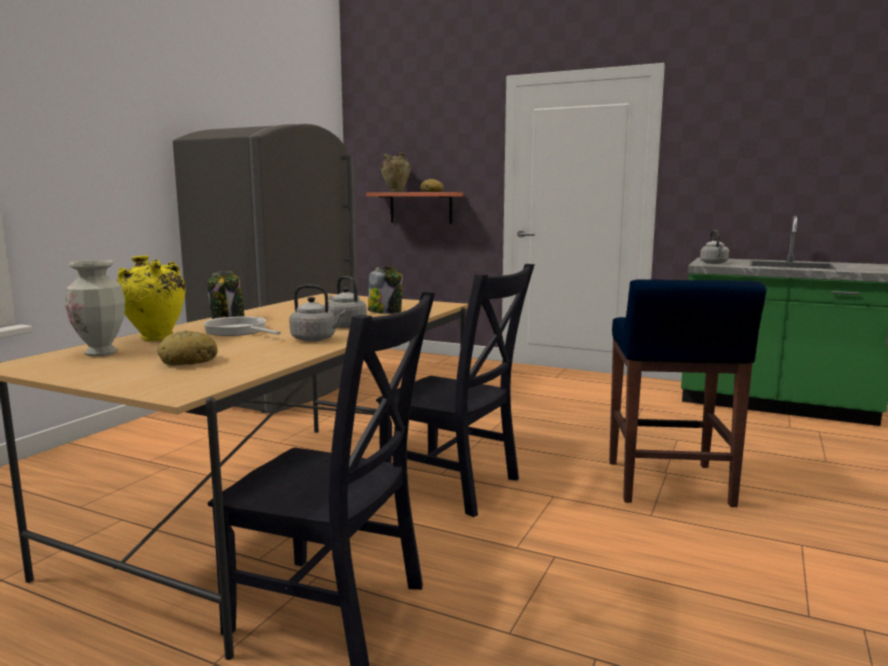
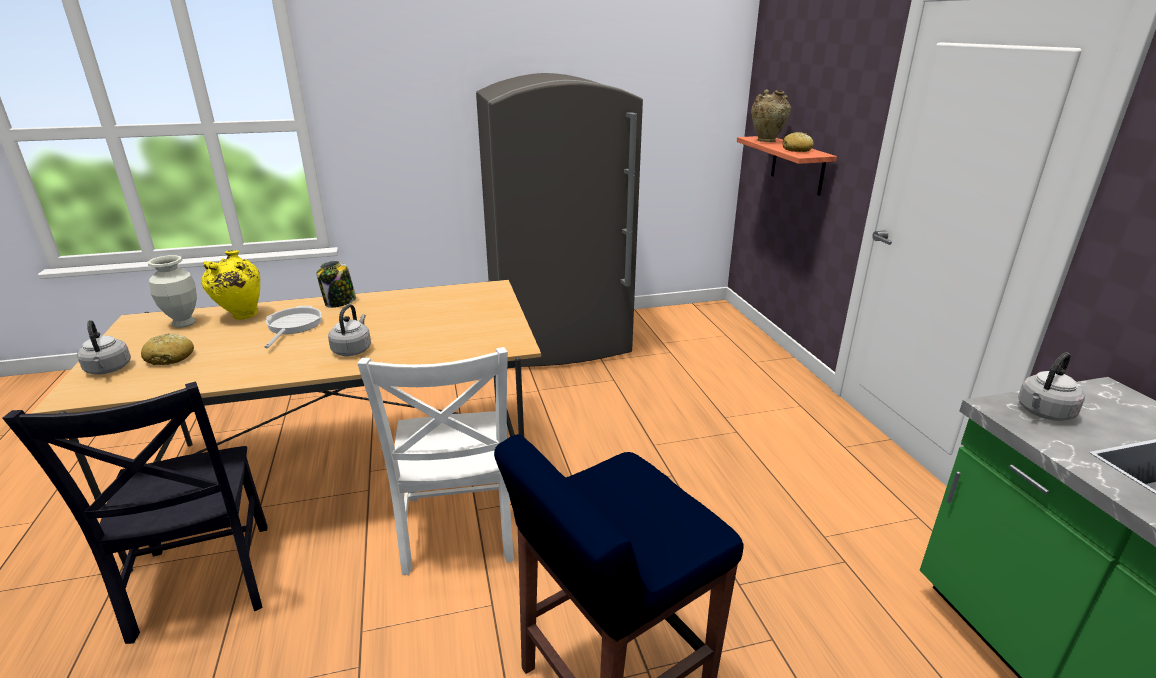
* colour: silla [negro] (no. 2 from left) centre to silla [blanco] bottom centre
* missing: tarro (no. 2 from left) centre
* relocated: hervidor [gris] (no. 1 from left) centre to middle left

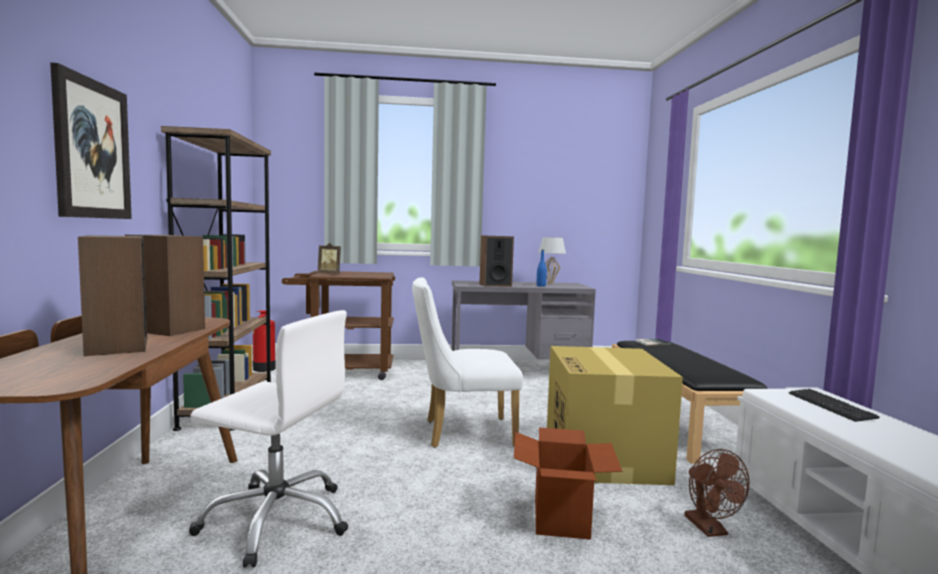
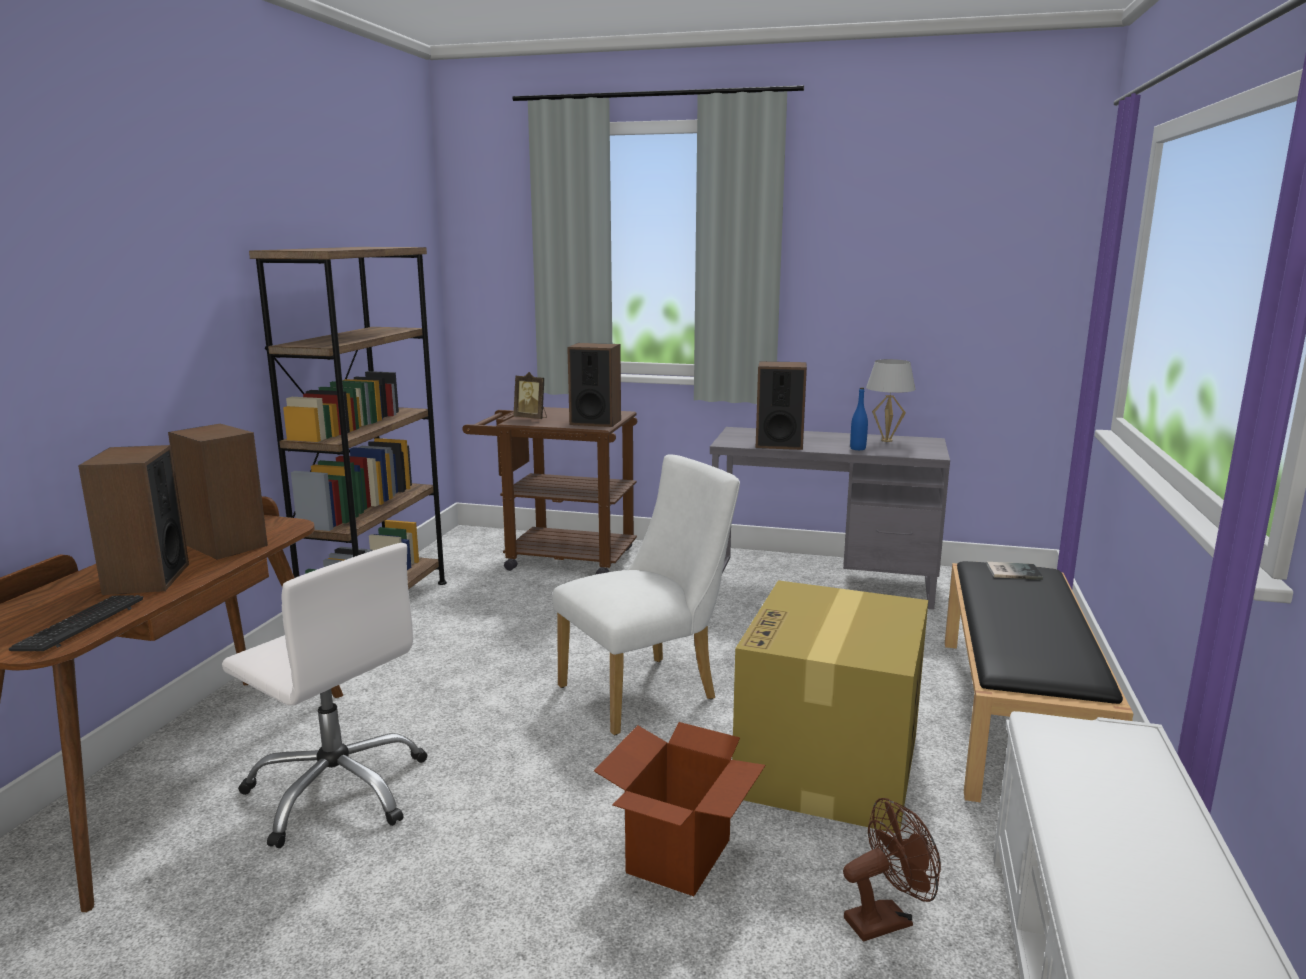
* missing: cuadro top left
* spun: silla [blanco] centre = centre 135 degrees clockwise
* missing: extintor middle left
* relocated: teclado bottom right to middle left
* spun: ventilador [marrón] bottom right = bottom right 120 degrees counterclockwise
* appeared: altavoz (no. 3 from left) centre

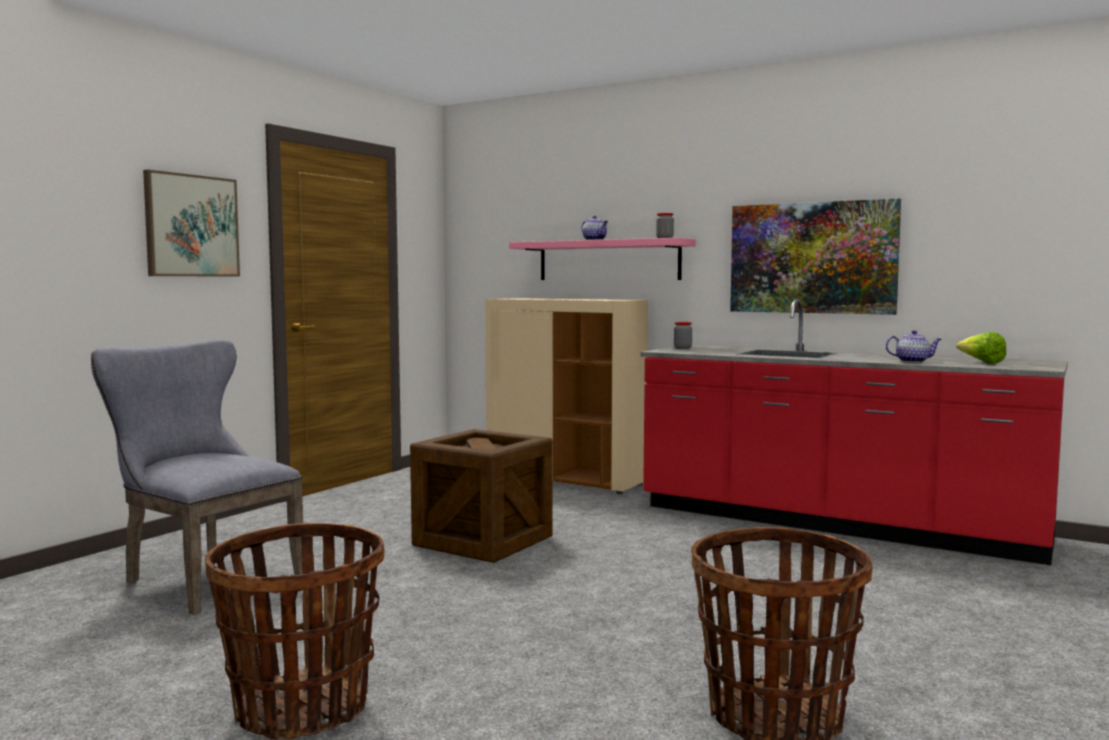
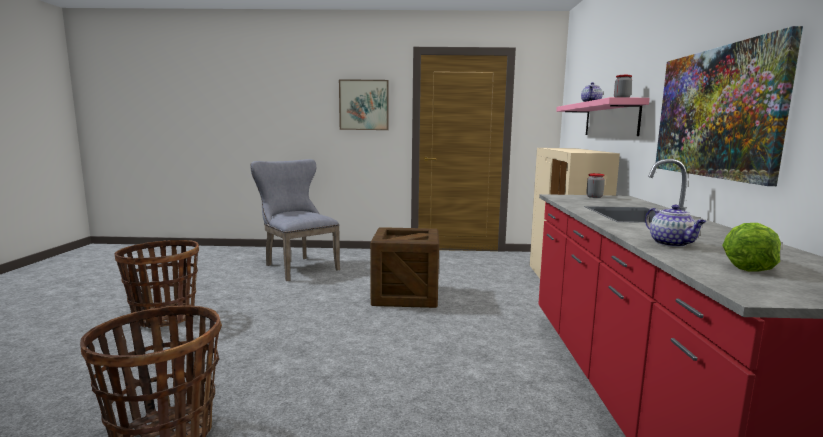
* spun: silla [gris] middle left = centre 45 degrees counterclockwise

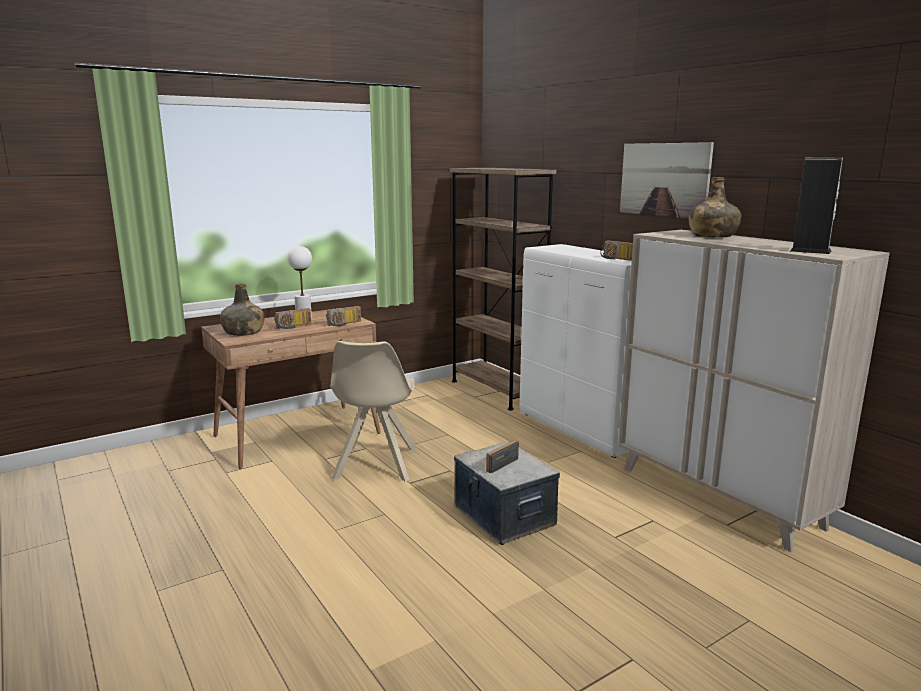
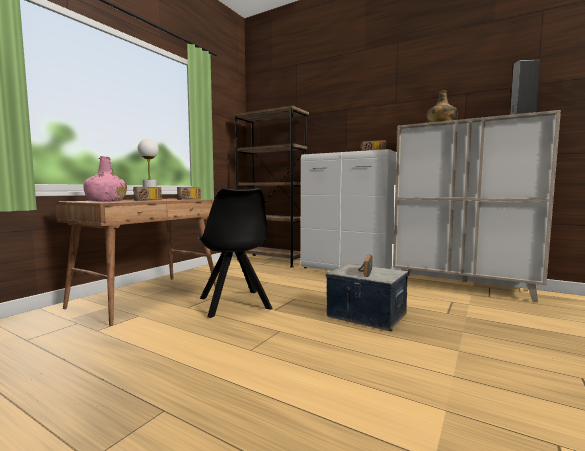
* missing: cuadro top right
* colour: botella [verde] (no. 1 from left) middle left to botella [rosa] middle left
* colour: silla [beis] centre to silla [negro] centre

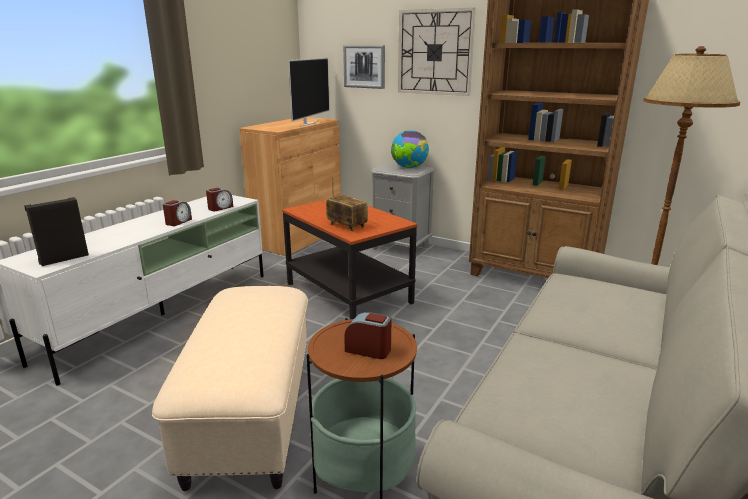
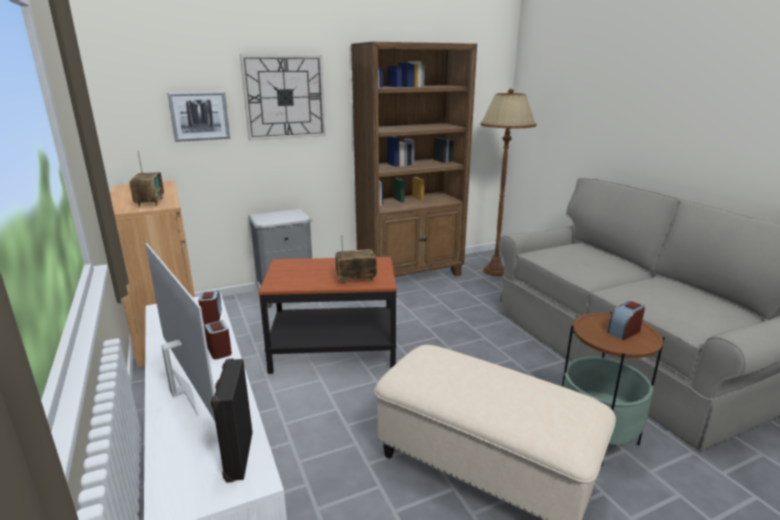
* relocated: televisor top centre to middle left
* missing: globo terráqueo top centre
* appeared: radio (no. 1 from left) middle left

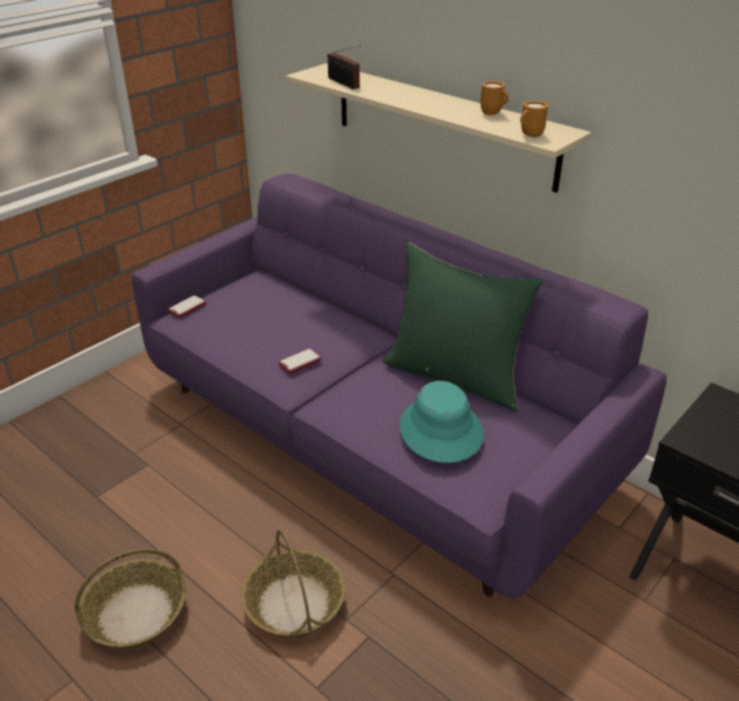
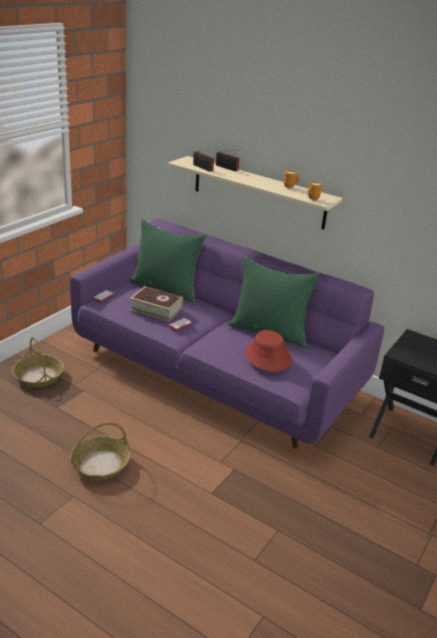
* colour: sombrero [turquesa] centre to sombrero [rojo] centre
* relocated: cesta (no. 2 from left in the first image) bottom centre to cesta (no. 1 from left) middle left
* appeared: radio (no. 2 from left) top centre
* appeared: cojín [verde] (no. 1 from left) centre
* appeared: libro centre

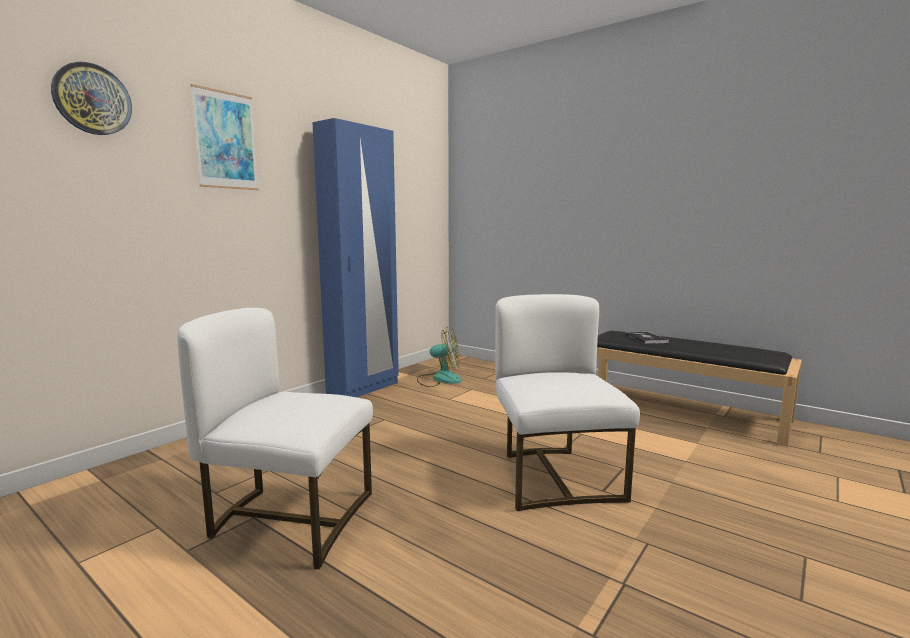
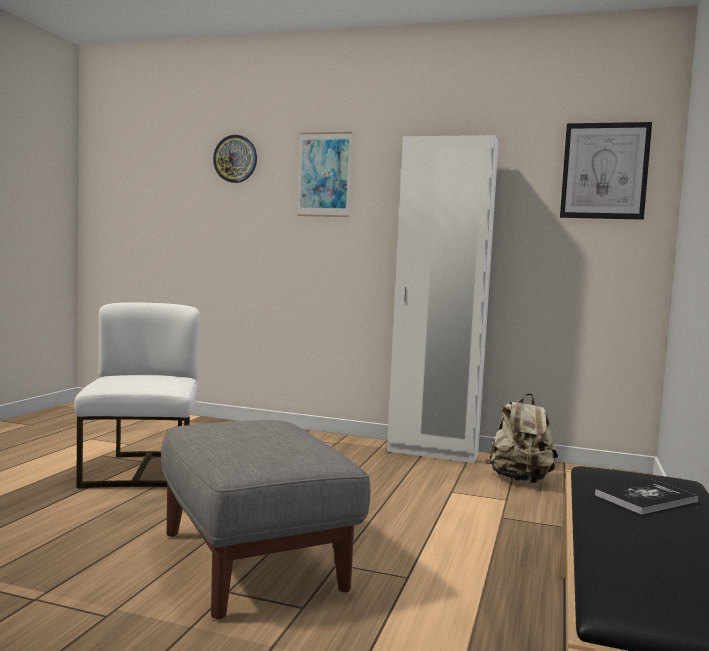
* colour: armario ropero [azul] centre to armario ropero [blanco] centre
* exchanged: silla [blanco] (no. 2 from left) centre to puf [gris] bottom centre
* exchanged: ventilador centre to mochila [beis] bottom right
* appeared: cuadro (no. 2 from left) top right

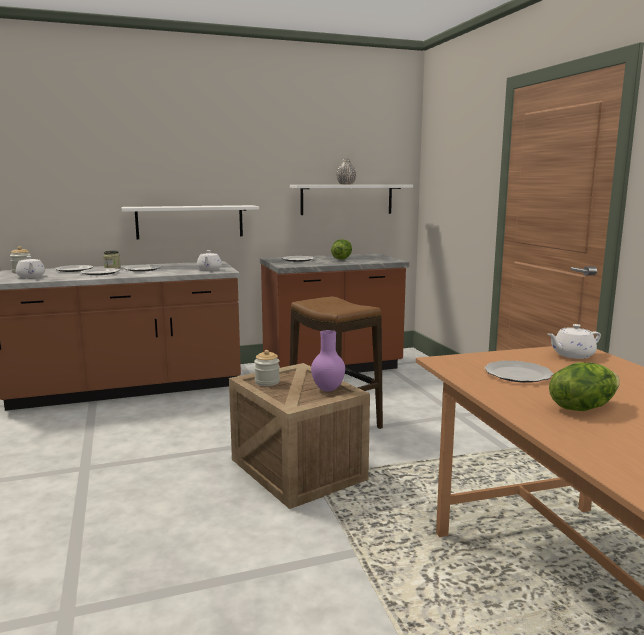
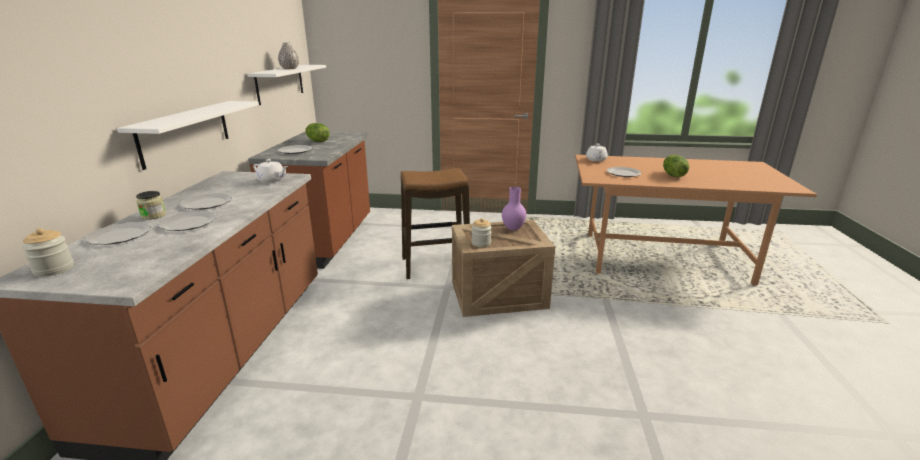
* missing: tetera [blanco] (no. 1 from left) middle left

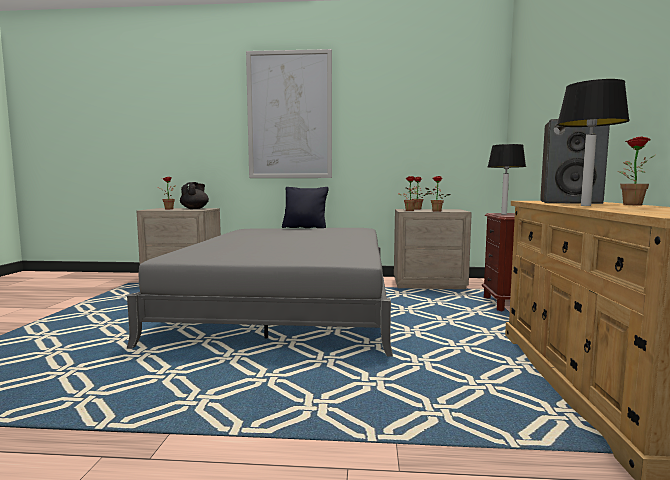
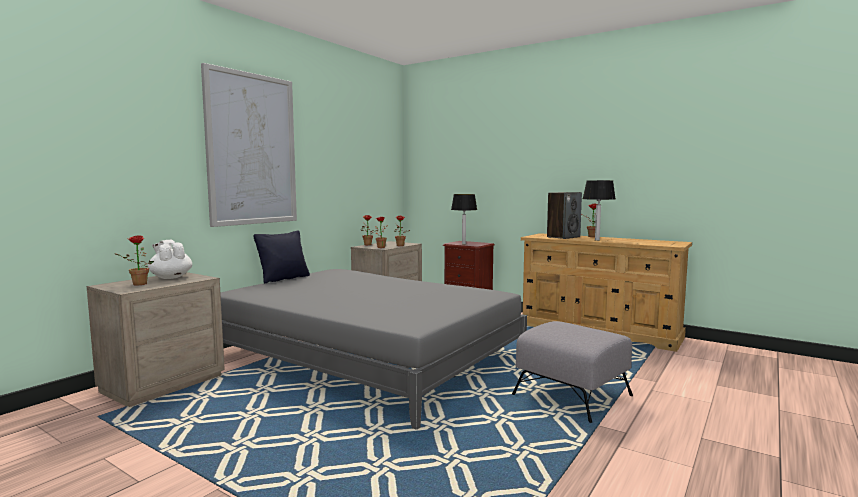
* colour: tetera [negro] middle left to tetera [blanco] middle left
* appeared: puf [gris] bottom right

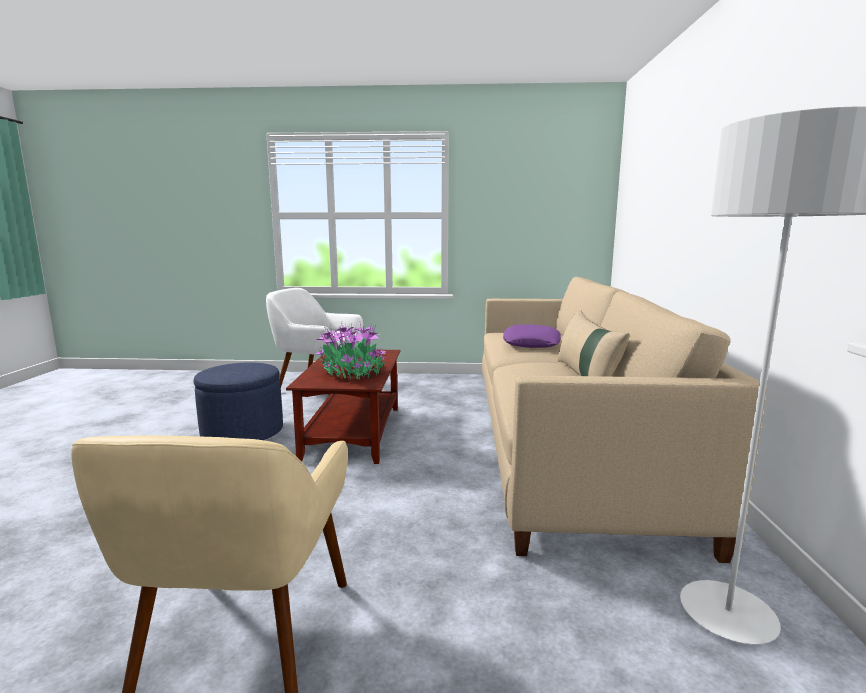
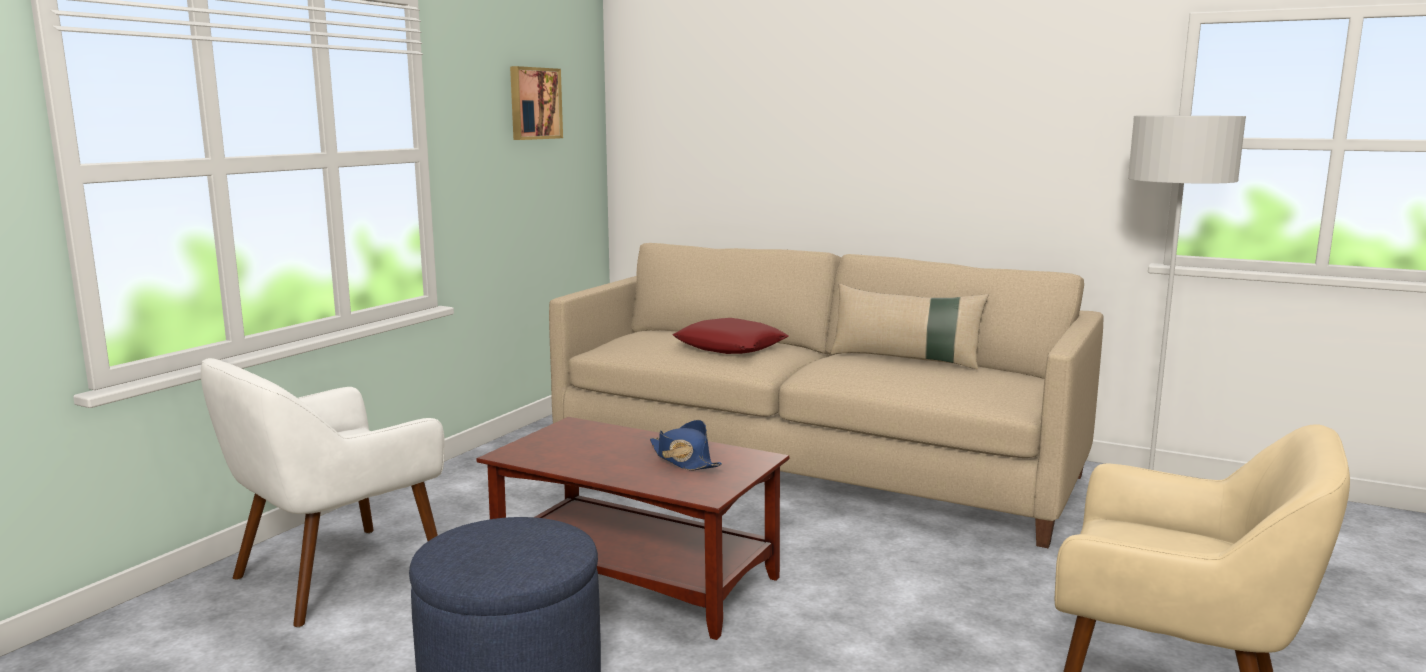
* exchanged: planta en maceta centre to sombrero [azul] centre
* colour: cojín [morado] centre to cojín [rojo] centre
* appeared: cuadro top centre

